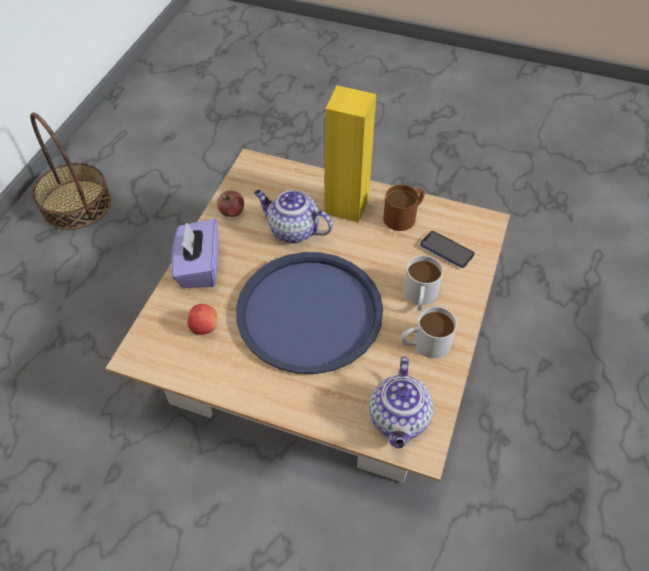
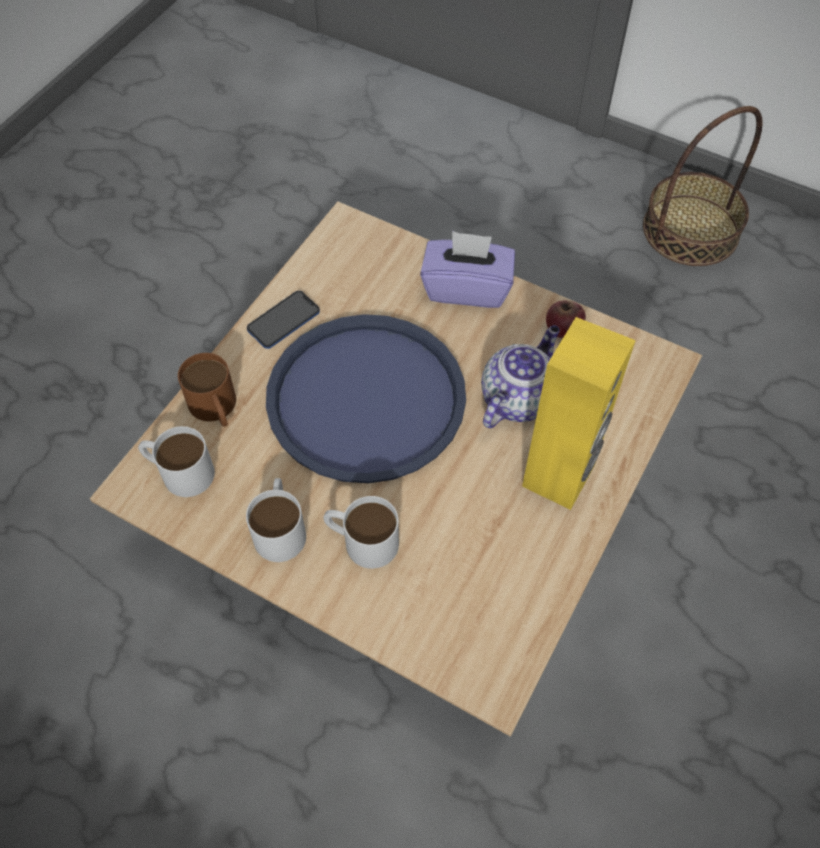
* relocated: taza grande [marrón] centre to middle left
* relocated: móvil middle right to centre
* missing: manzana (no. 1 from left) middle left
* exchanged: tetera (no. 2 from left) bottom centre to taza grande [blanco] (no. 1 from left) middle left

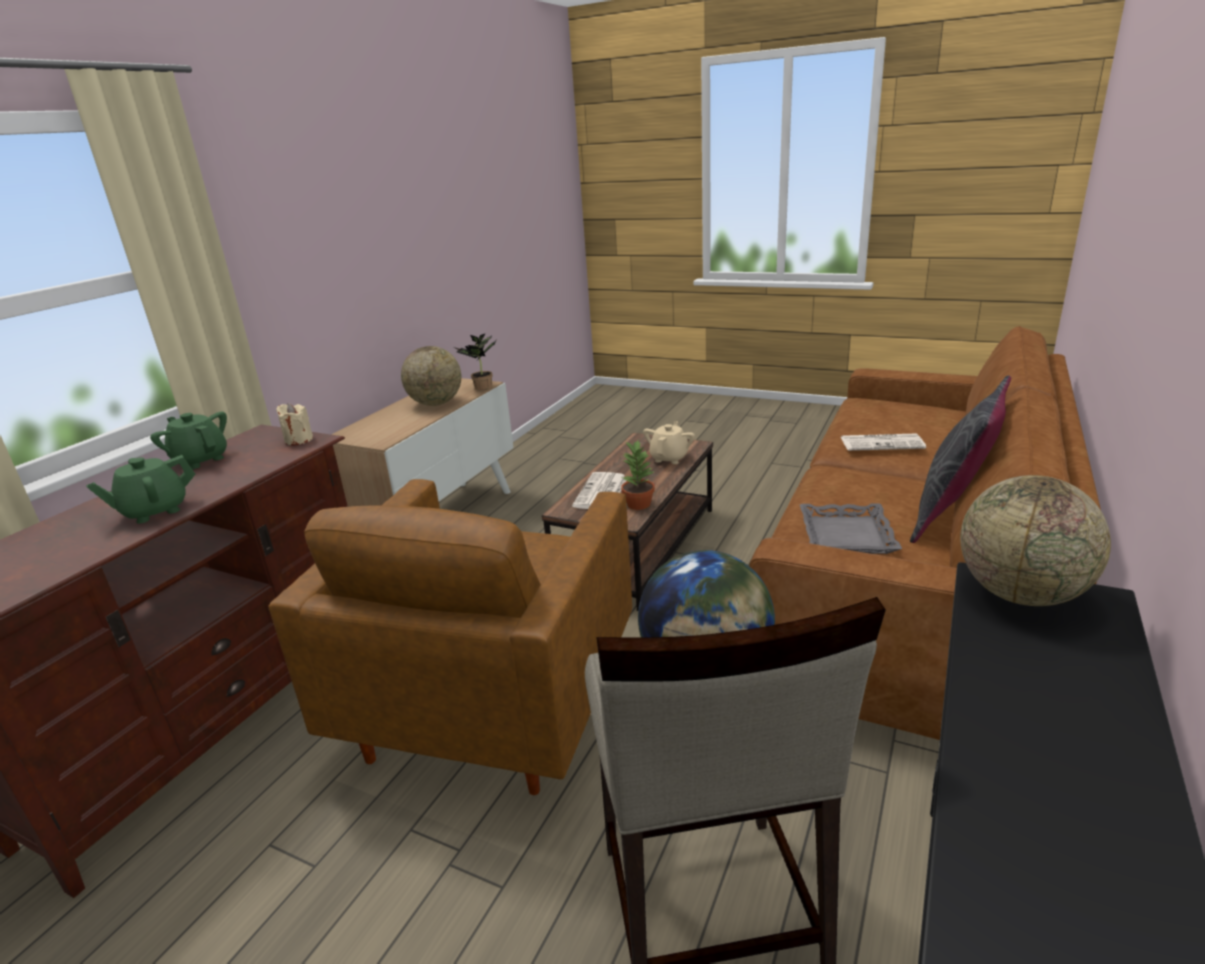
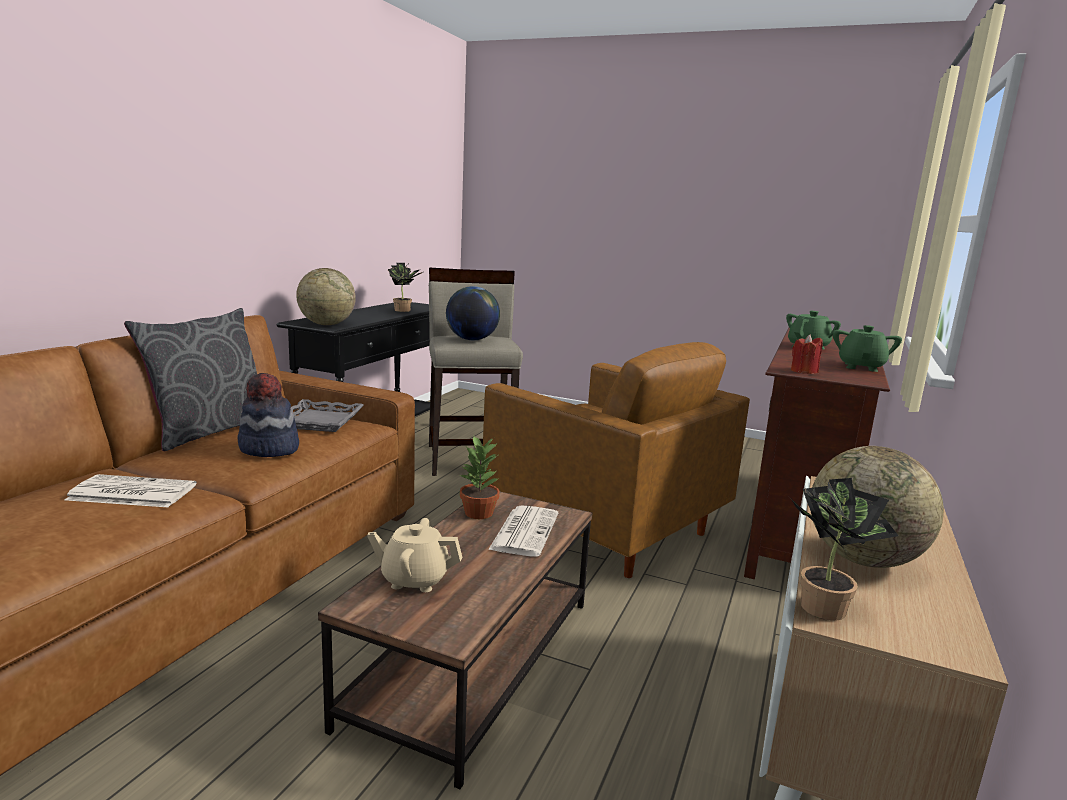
* colour: vela [beis] middle left to vela [rojo] middle right
* spun: tetera [verde] (no. 2 from left) middle left = middle right 105 degrees counterclockwise
* spun: tetera [beis] centre = bottom centre 75 degrees clockwise
* spun: sillón [marrón] centre = centre 120 degrees clockwise
* appeared: planta en maceta (no. 1 from left) centre
* appeared: sombrero middle left

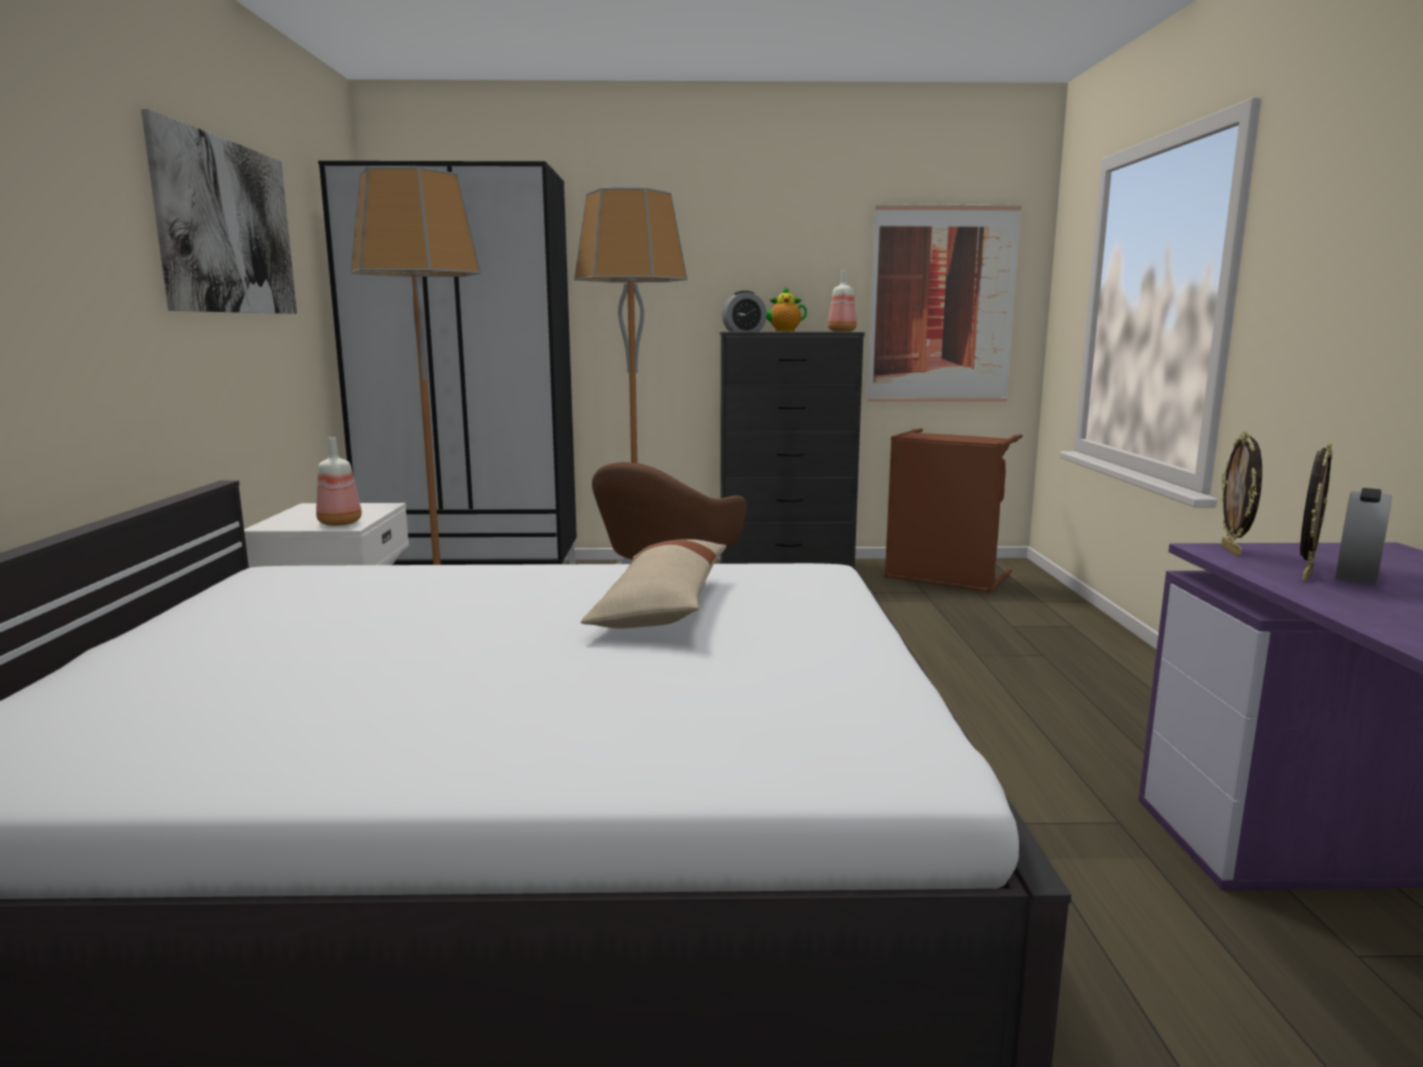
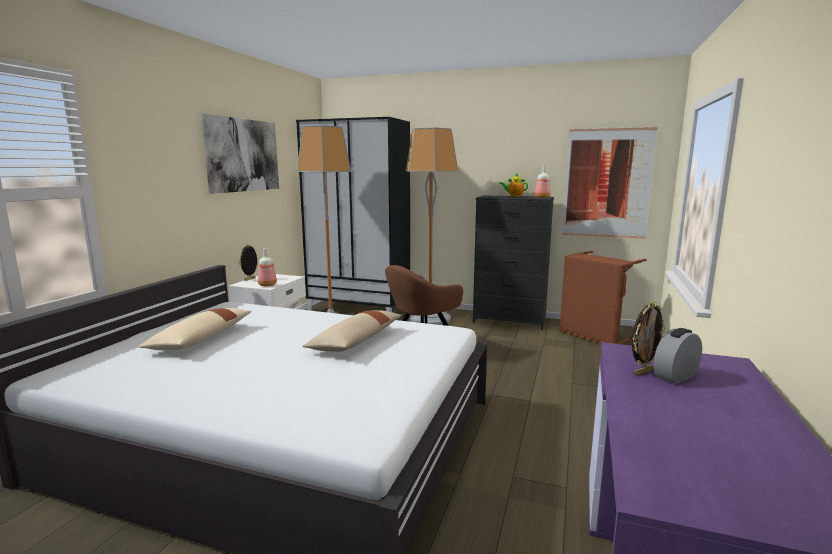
* missing: despertador (no. 1 from left) top centre
* relocated: portarretratos (no. 1 from left) middle right to middle left
* appeared: cojín [beis] (no. 1 from left) middle left

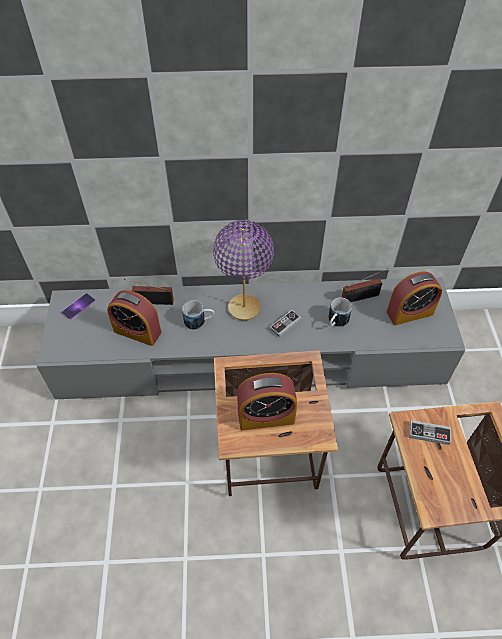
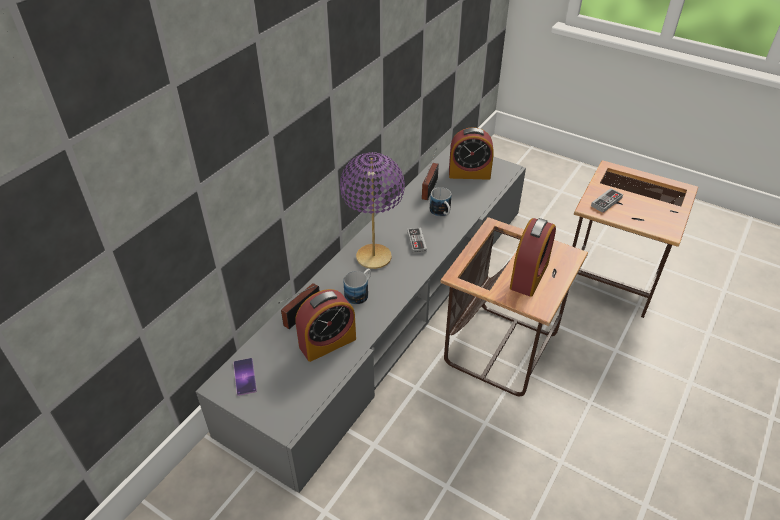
* spun: despertador (no. 3 from left in the first image) middle right = top centre 75 degrees clockwise

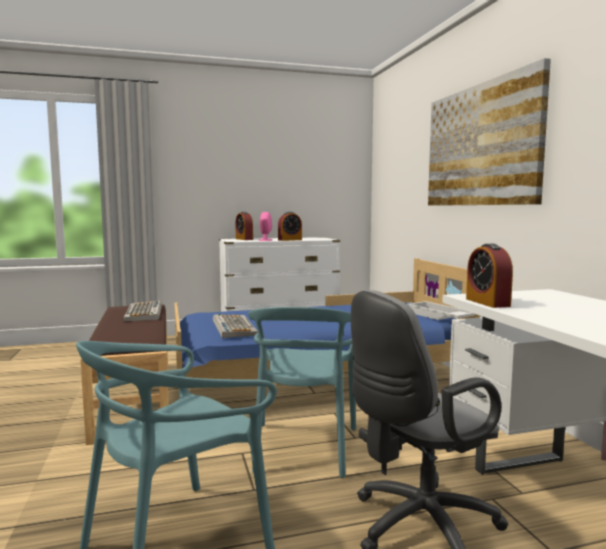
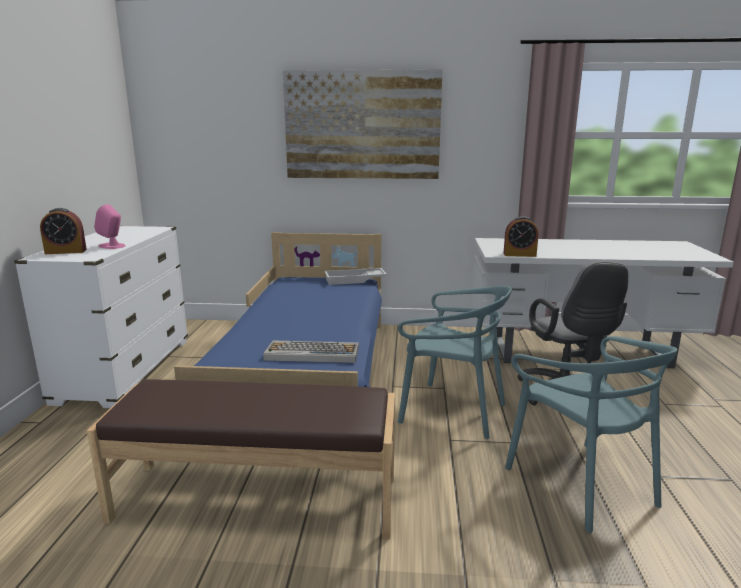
* missing: despertador (no. 2 from left) centre
* missing: teclado (no. 1 from left) middle left

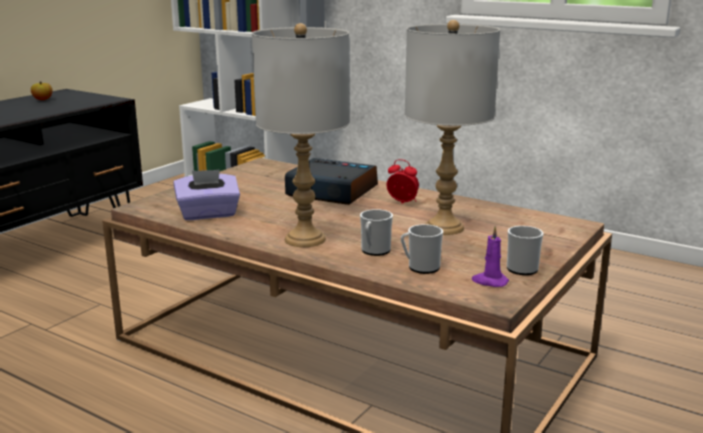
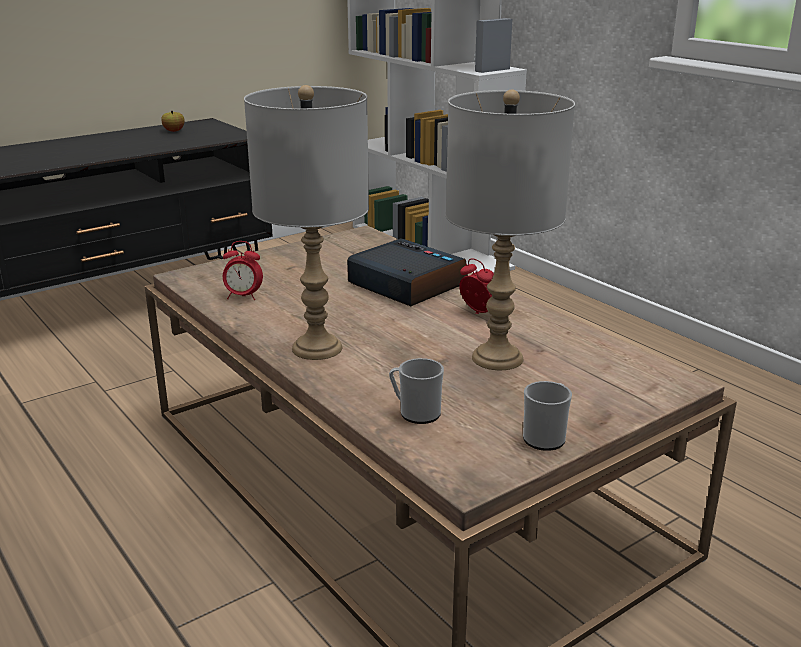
* exchanged: caja de pañuelos [morado] middle left to despertador (no. 1 from left) middle left
* missing: taza grande (no. 1 from left) centre
* missing: vela [morado] middle right

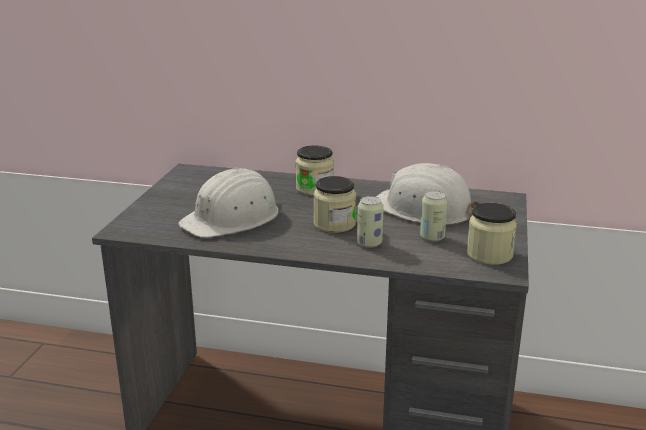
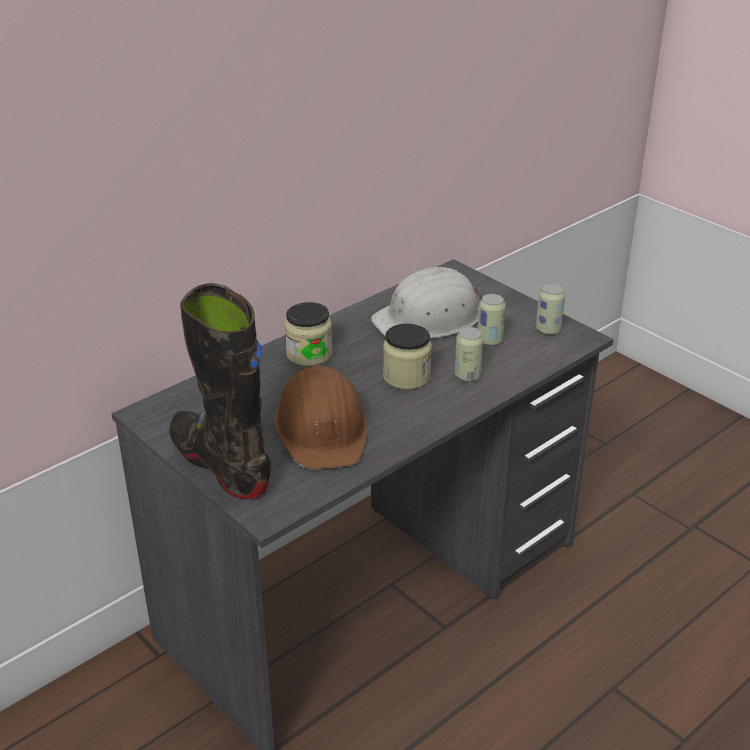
* colour: casco [blanco] (no. 1 from left) centre to casco [marrón] centre
* exchanged: tarro (no. 3 from left) middle right to lata (no. 3 from left) middle right
* appeared: bota [negro] middle left

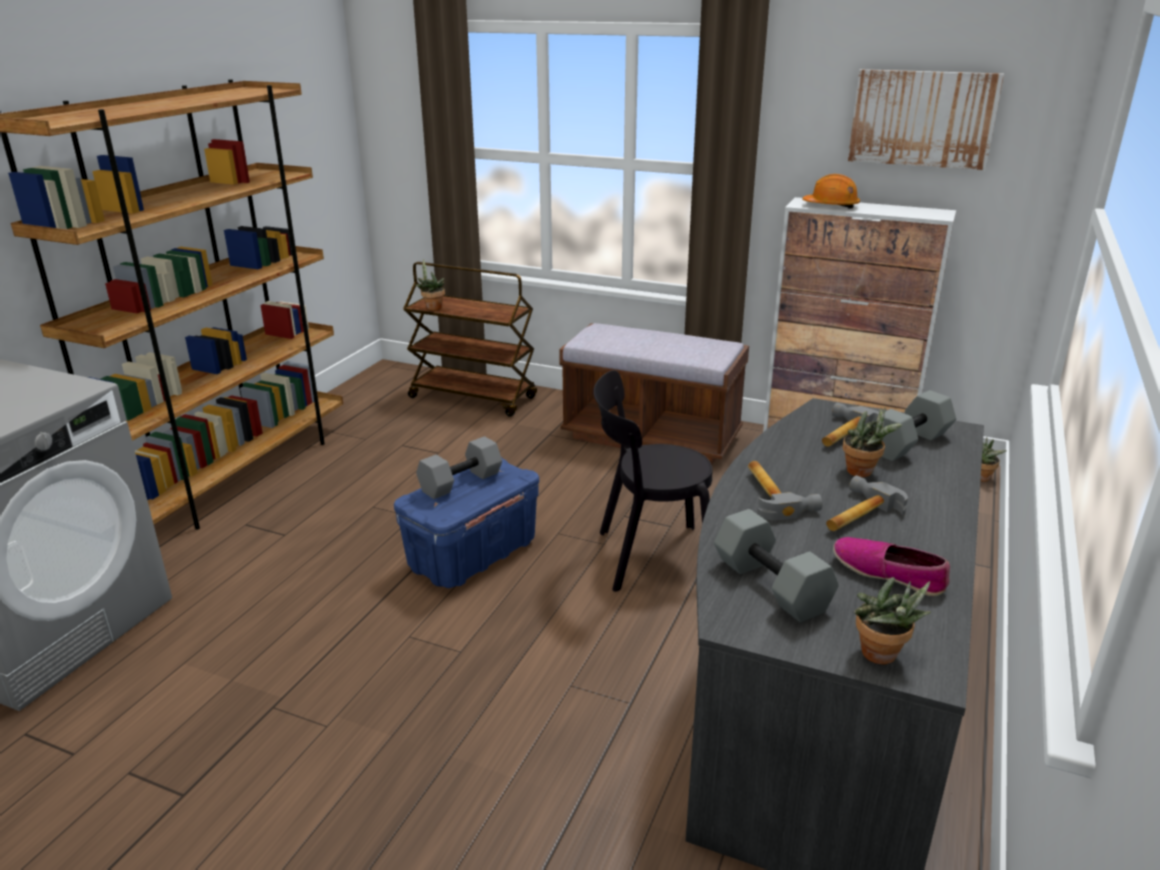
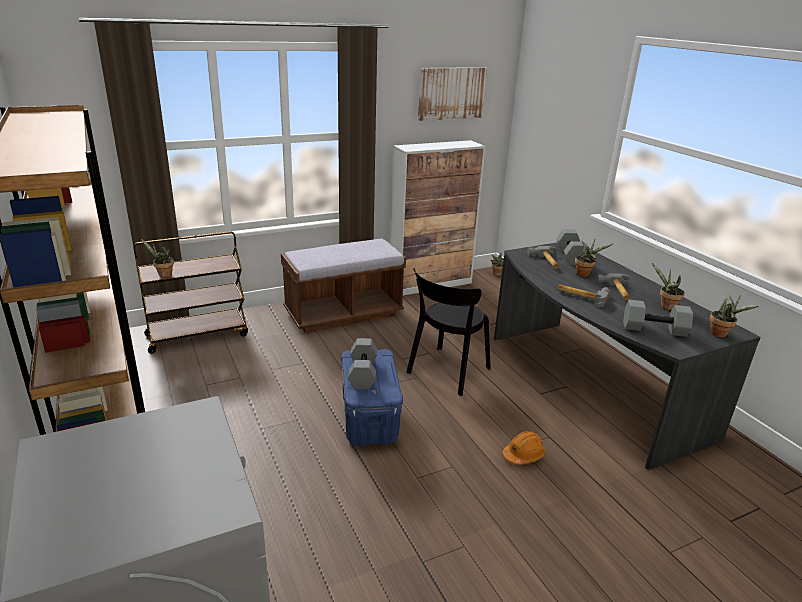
* relocated: casco [naranja] top right to bottom centre
* exchanged: zapato middle right to planta en maceta (no. 4 from left) middle right

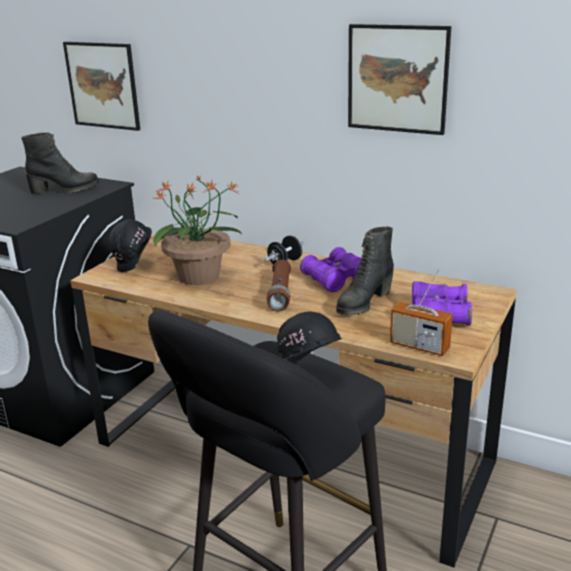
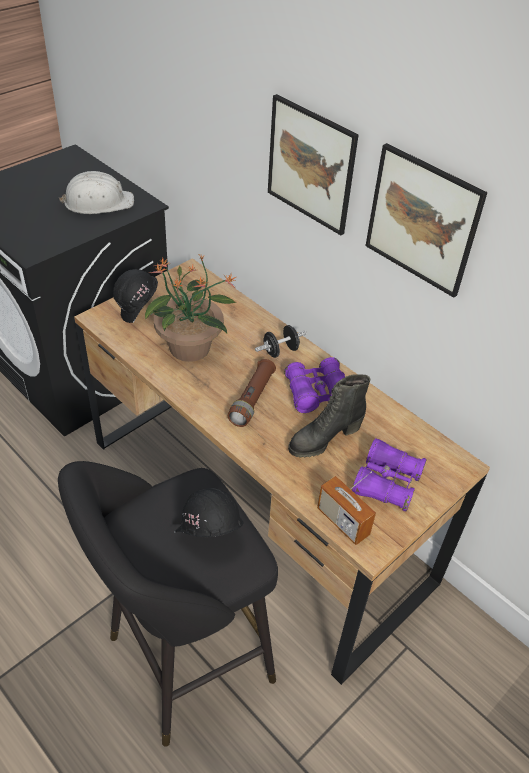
* relocated: cuadro (no. 1 from left) top left to top centre
* exchanged: bota [negro] (no. 1 from left) top left to casco [blanco] top left

